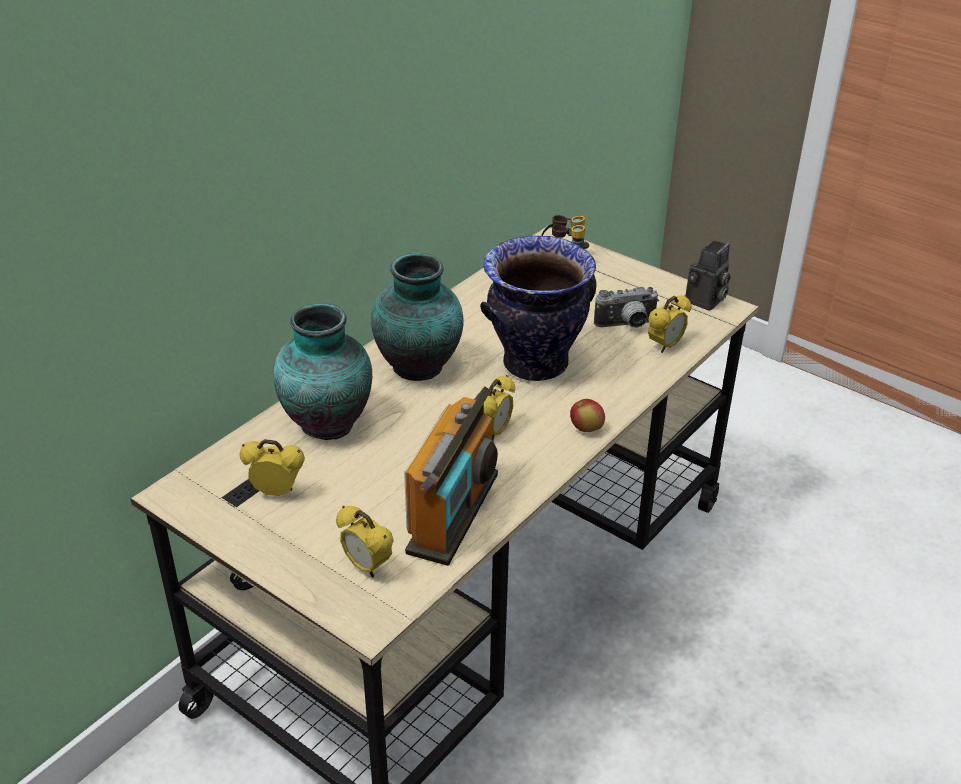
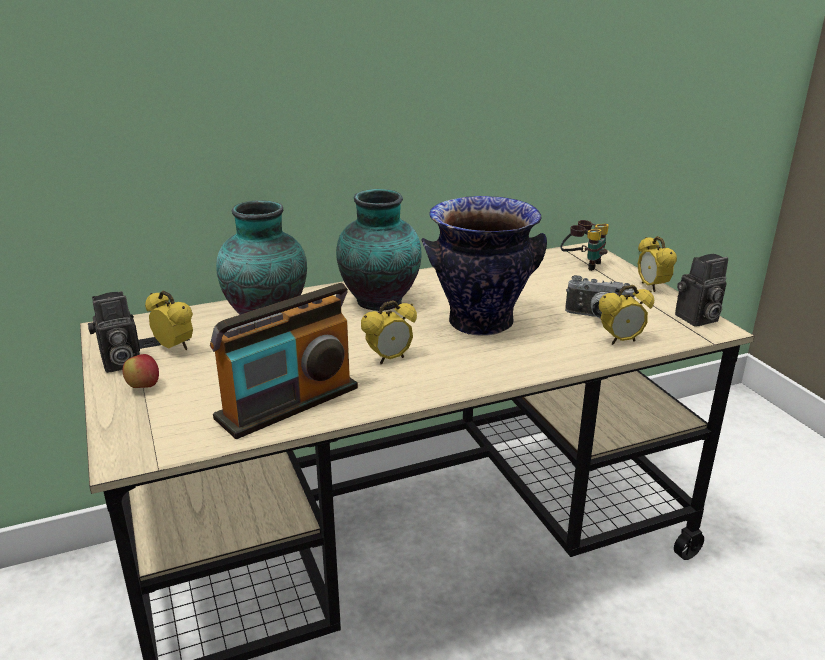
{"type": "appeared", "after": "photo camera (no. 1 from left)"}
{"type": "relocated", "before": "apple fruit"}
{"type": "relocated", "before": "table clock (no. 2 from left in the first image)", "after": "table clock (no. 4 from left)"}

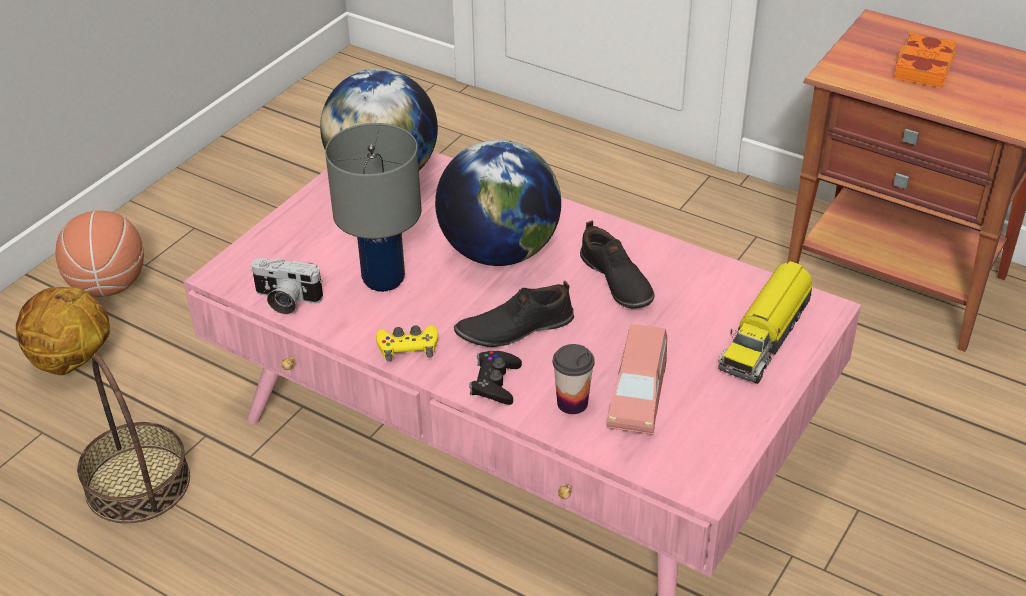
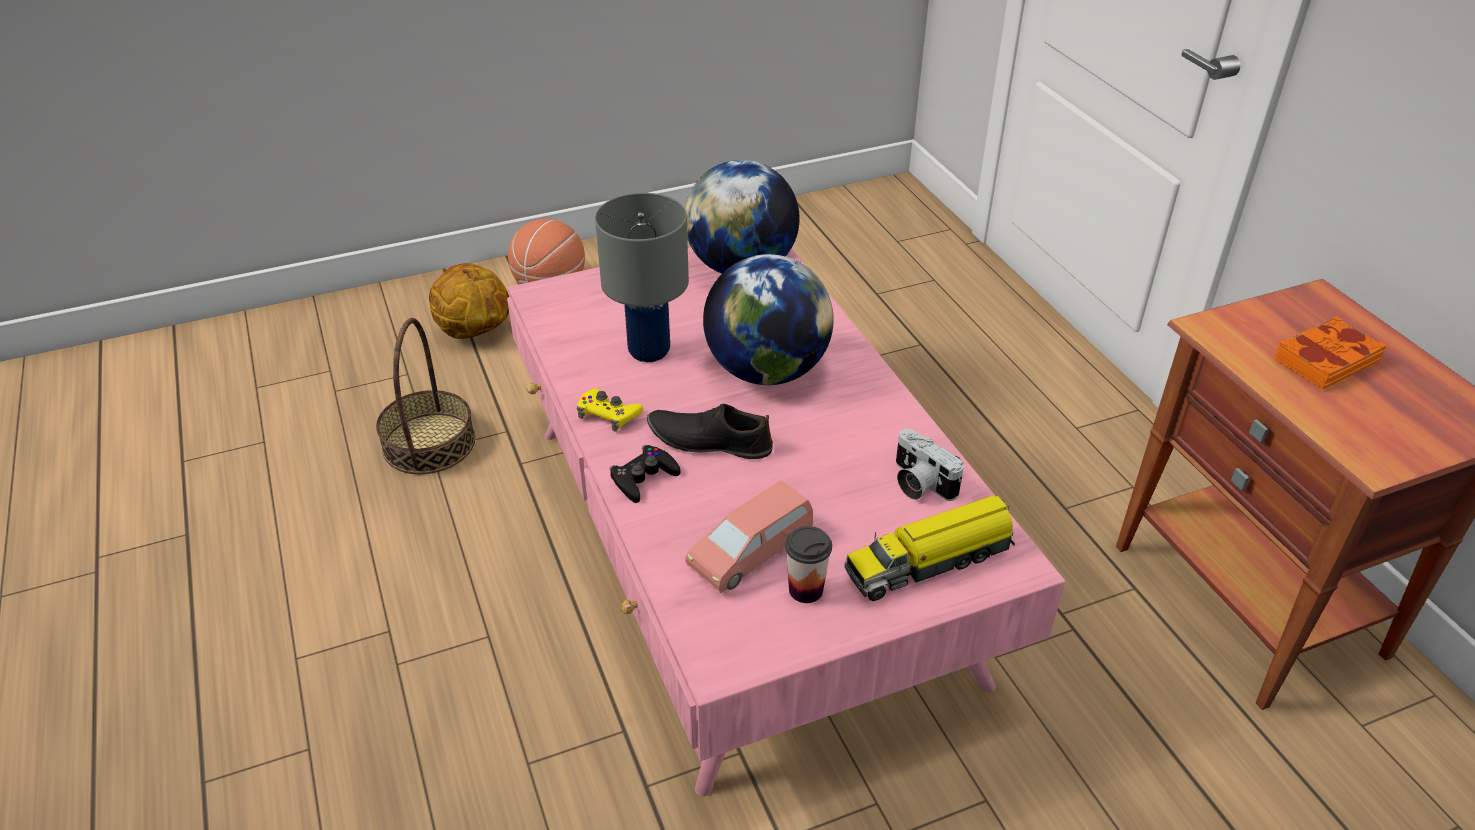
{"type": "relocated", "before": "cup"}
{"type": "relocated", "before": "photo camera"}
{"type": "missing", "before": "black-coloured item of footwear (no. 2 from left)"}

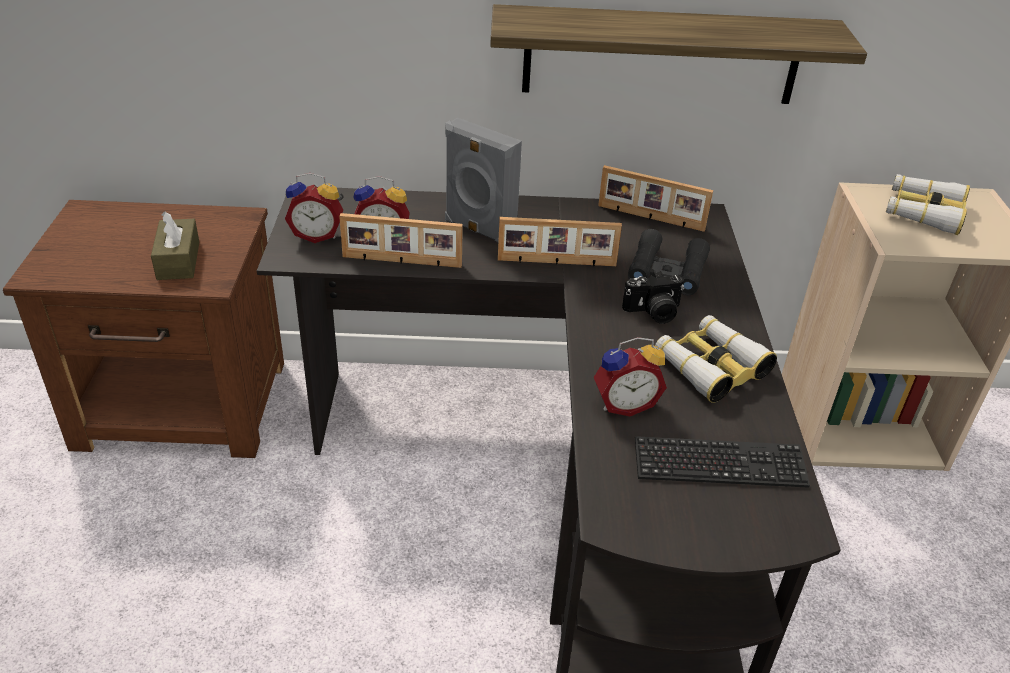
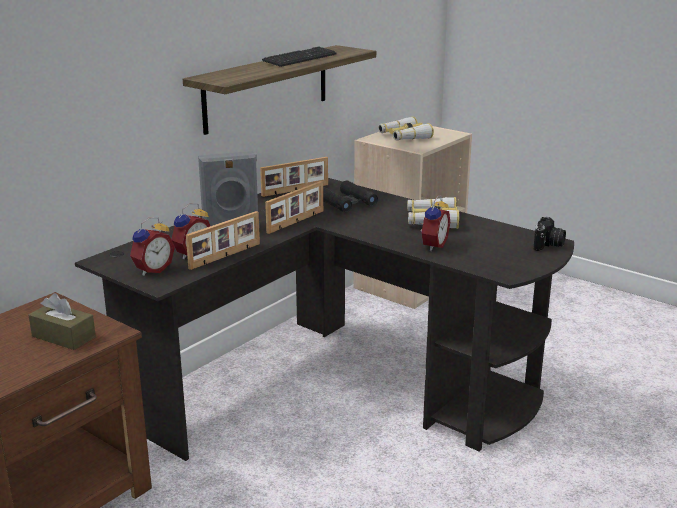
{"type": "relocated", "before": "keyboard"}
{"type": "relocated", "before": "photo camera"}

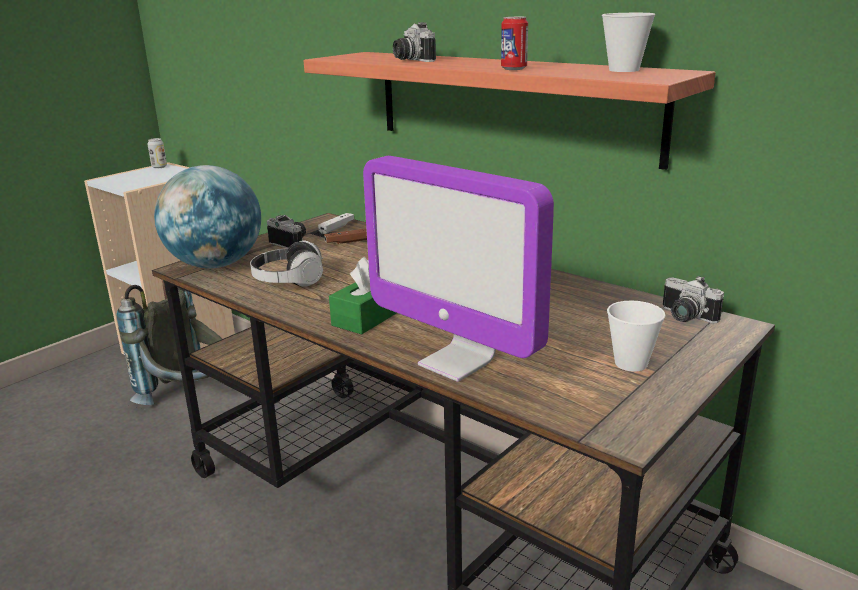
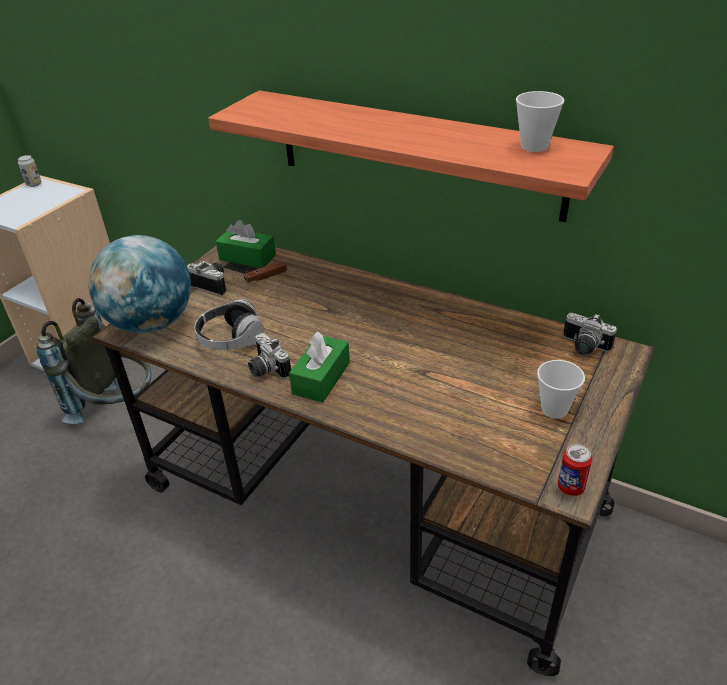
{"type": "exchanged", "before": "white joypad", "after": "green-coloured box of tissues (no. 1 from left)"}
{"type": "relocated", "before": "photo camera (no. 2 from left)"}
{"type": "relocated", "before": "can (no. 2 from left)"}
{"type": "missing", "before": "computer display"}

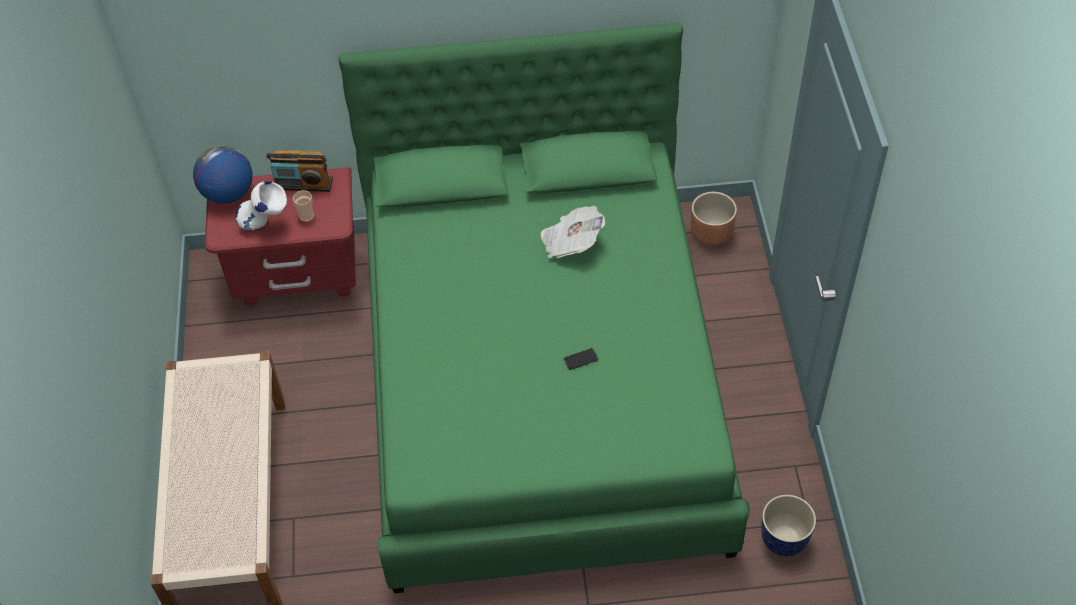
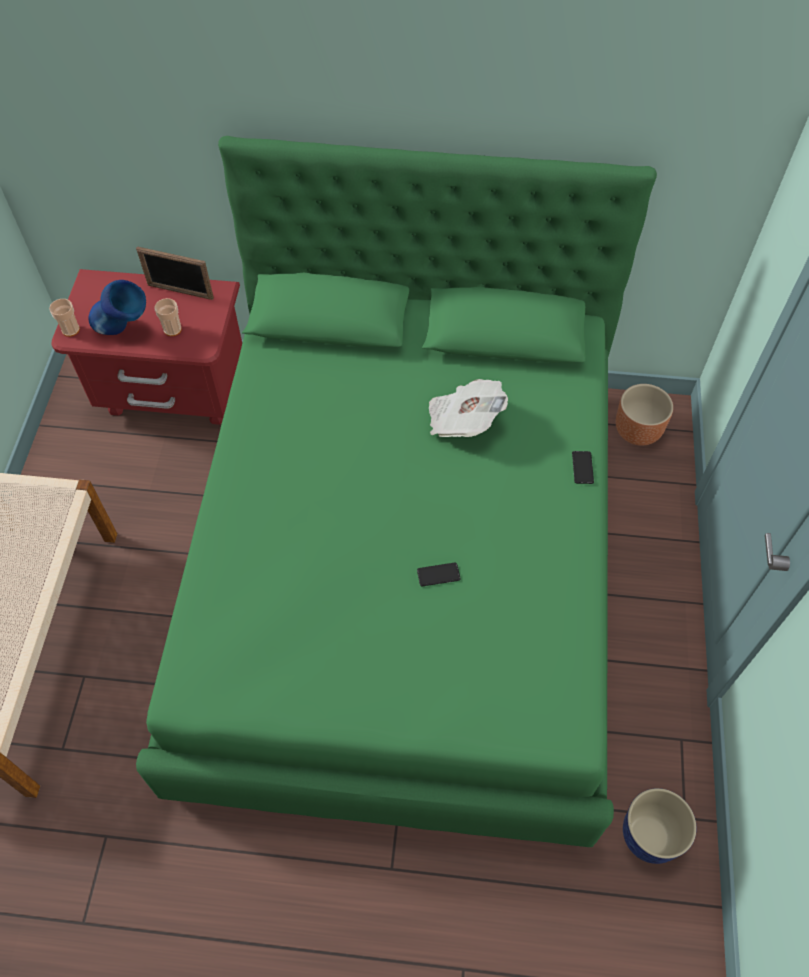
{"type": "appeared", "after": "cup (no. 1 from left)"}
{"type": "colour", "before": "white decorative vase", "after": "blue decorative vase"}
{"type": "exchanged", "before": "radio receiver", "after": "standing frame"}
{"type": "appeared", "after": "handset (no. 2 from left)"}
{"type": "missing", "before": "globe"}

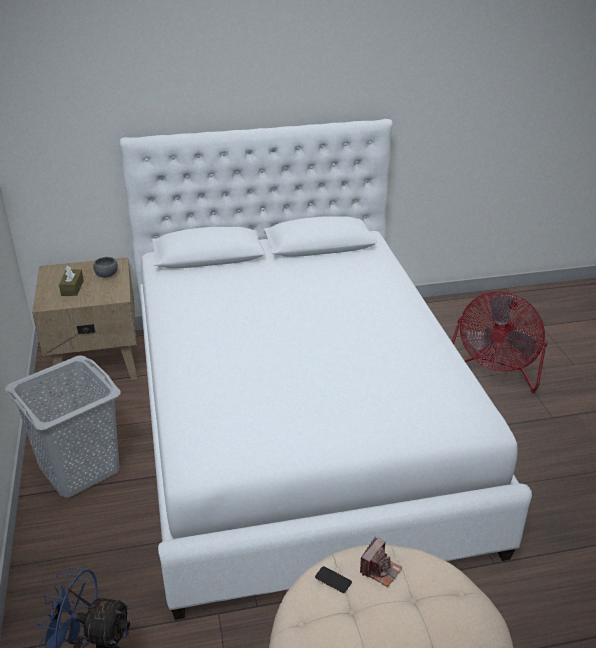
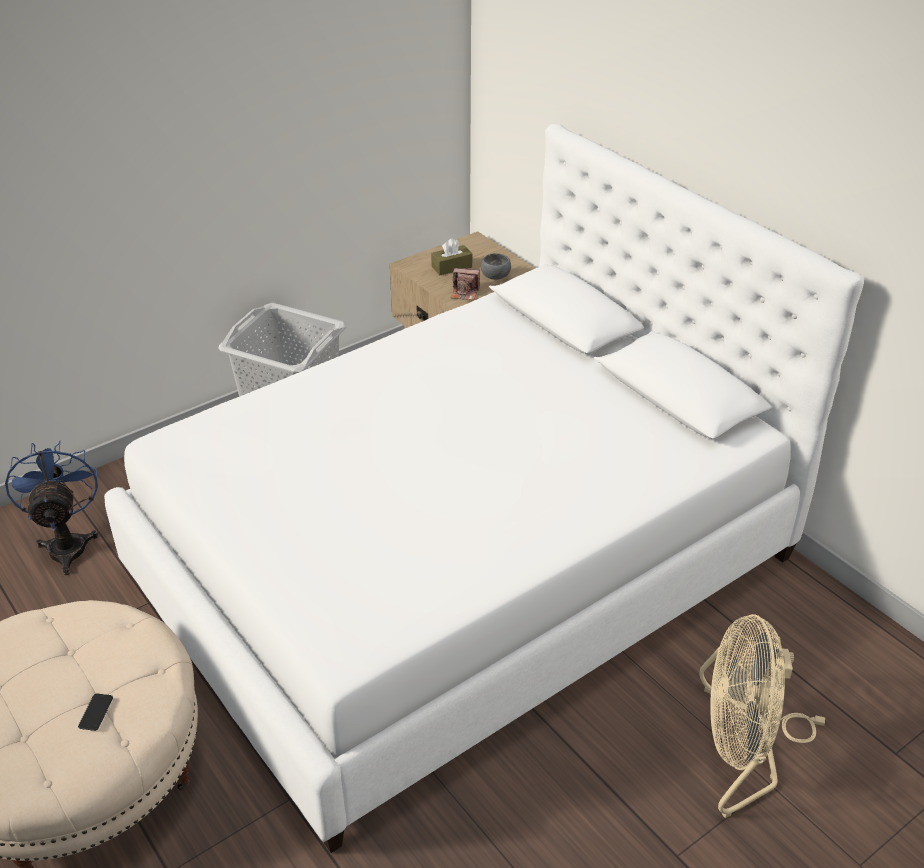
{"type": "relocated", "before": "handset"}
{"type": "relocated", "before": "photo camera"}
{"type": "colour", "before": "red-coloured electric fan", "after": "beige-coloured electric fan"}

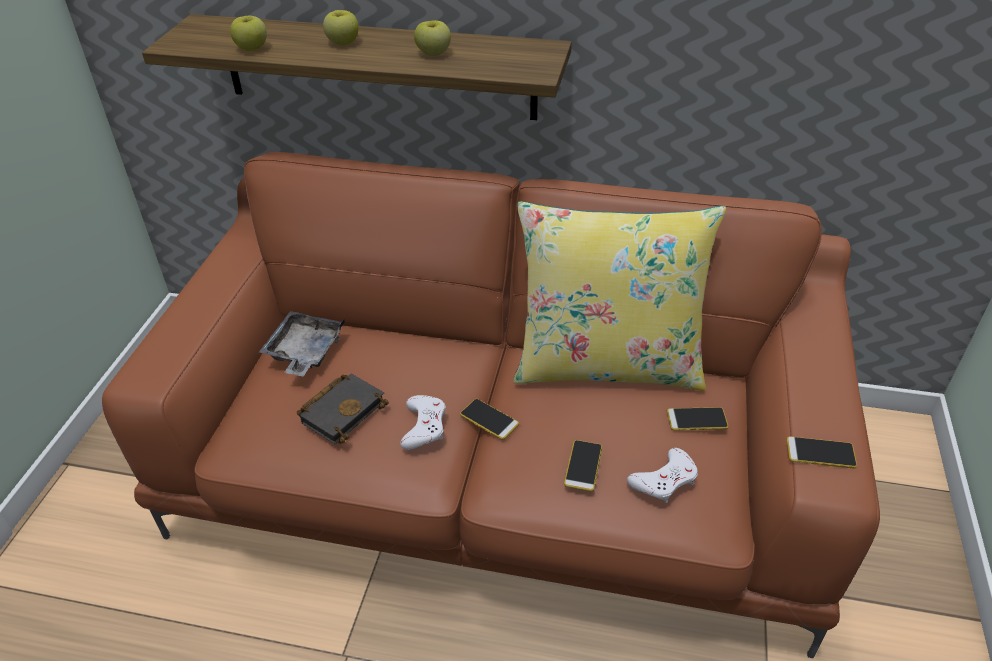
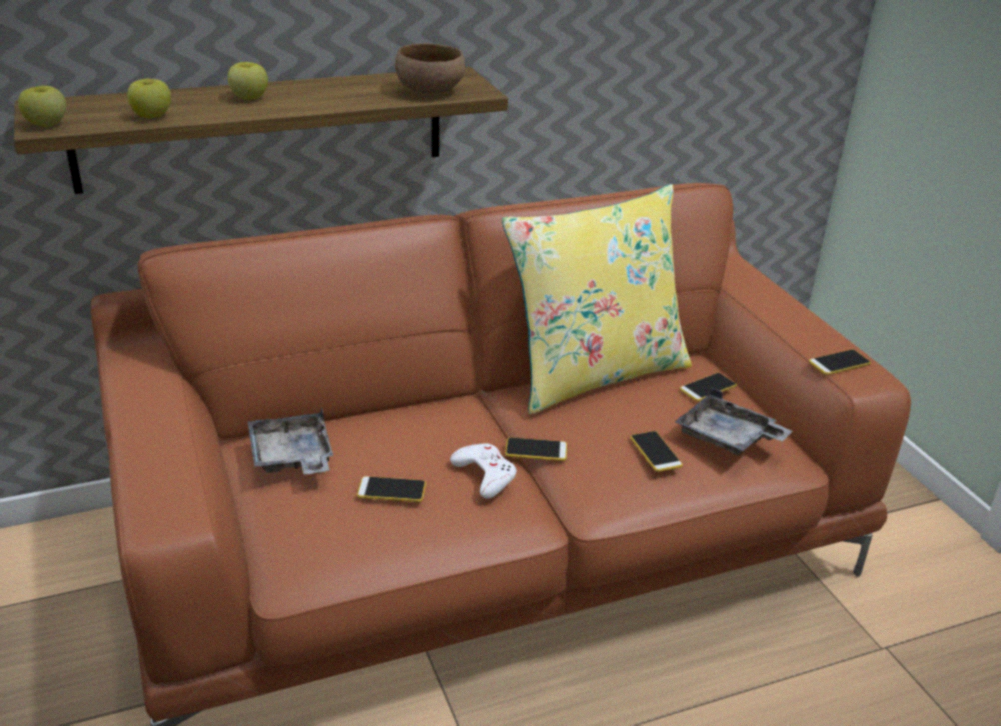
{"type": "relocated", "before": "apple fruit (no. 3 from left in the first image)", "after": "apple fruit (no. 1 from left)"}
{"type": "exchanged", "before": "black-coloured book", "after": "handset (no. 1 from left)"}
{"type": "appeared", "after": "brownish deep dish"}
{"type": "exchanged", "before": "white joypad (no. 2 from left)", "after": "greyish carrying tray (no. 2 from left)"}

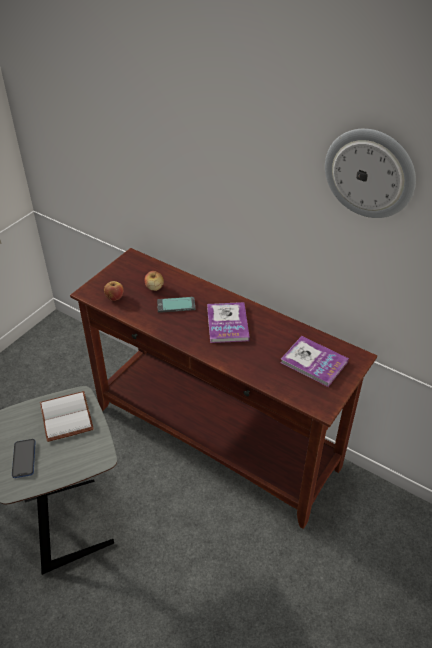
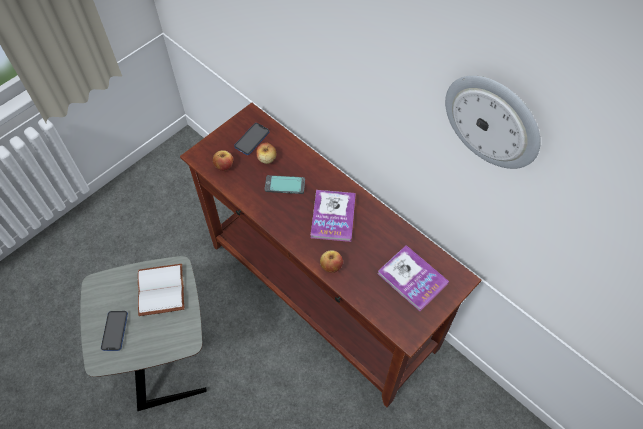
{"type": "appeared", "after": "handset (no. 2 from left)"}
{"type": "appeared", "after": "apple fruit (no. 3 from left)"}

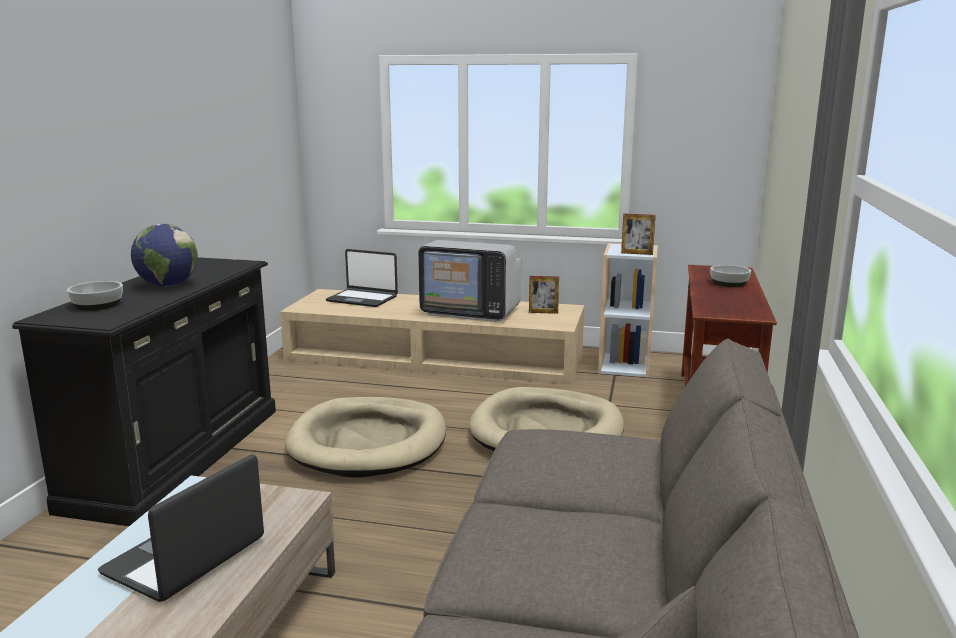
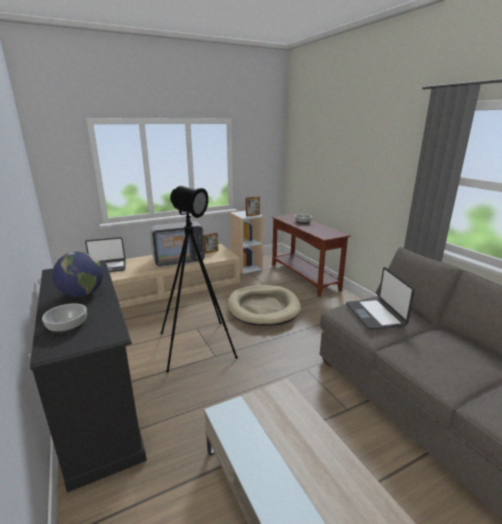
{"type": "exchanged", "before": "beige-coloured dog cushion (no. 1 from left)", "after": "black-coloured standard lamp"}
{"type": "relocated", "before": "portable computer (no. 1 from left in the first image)", "after": "portable computer (no. 2 from left)"}

